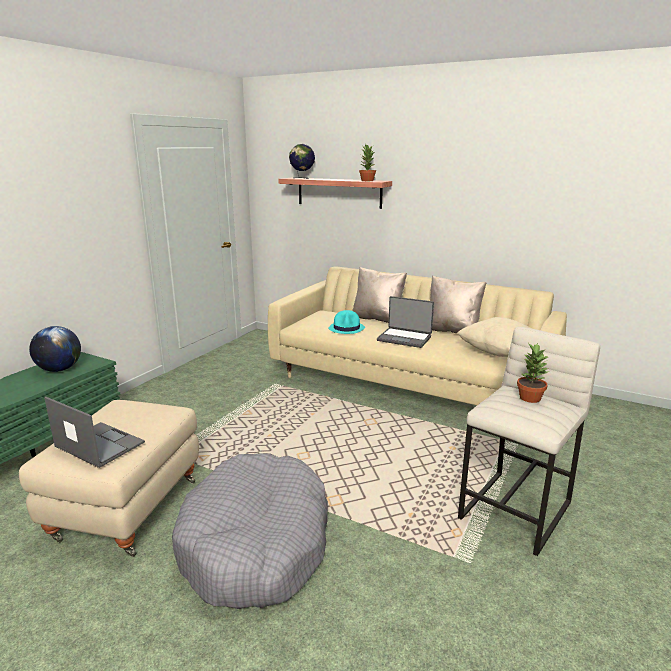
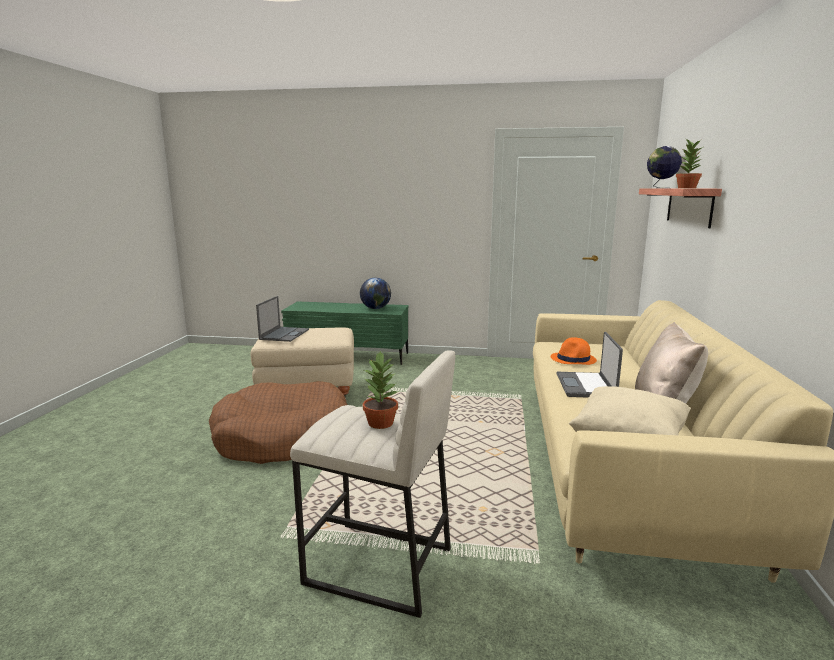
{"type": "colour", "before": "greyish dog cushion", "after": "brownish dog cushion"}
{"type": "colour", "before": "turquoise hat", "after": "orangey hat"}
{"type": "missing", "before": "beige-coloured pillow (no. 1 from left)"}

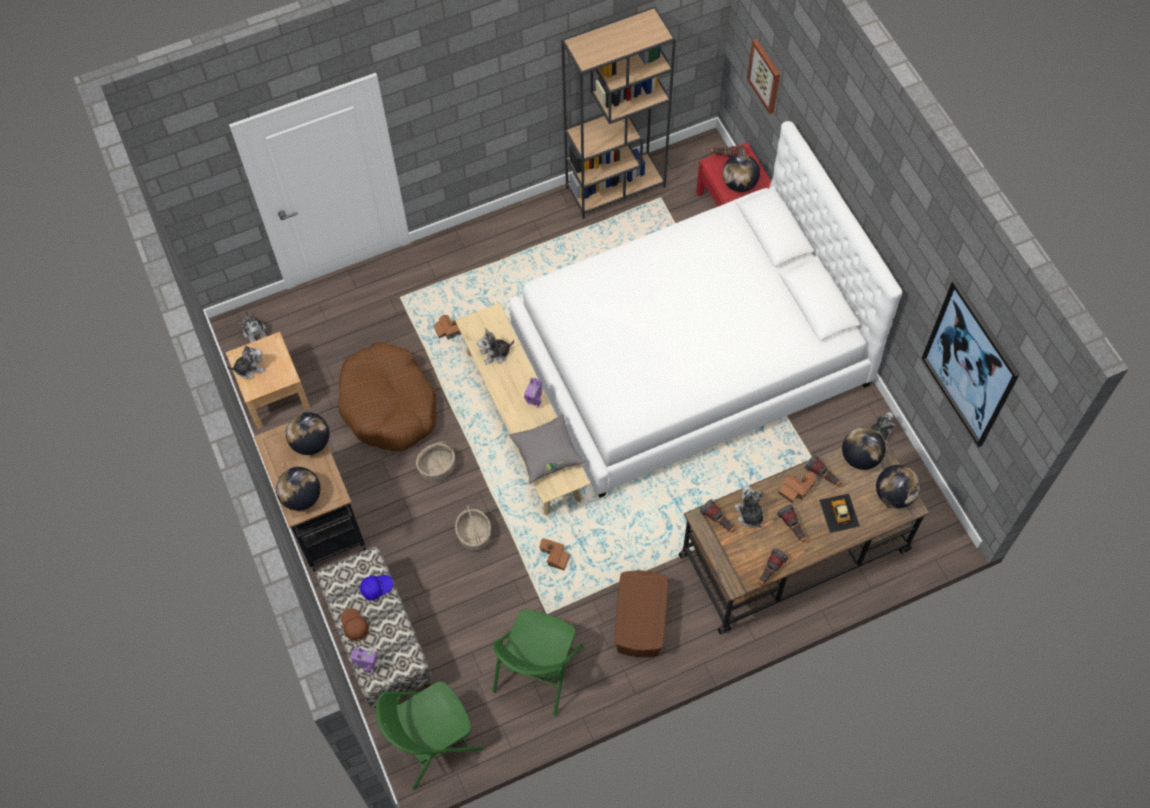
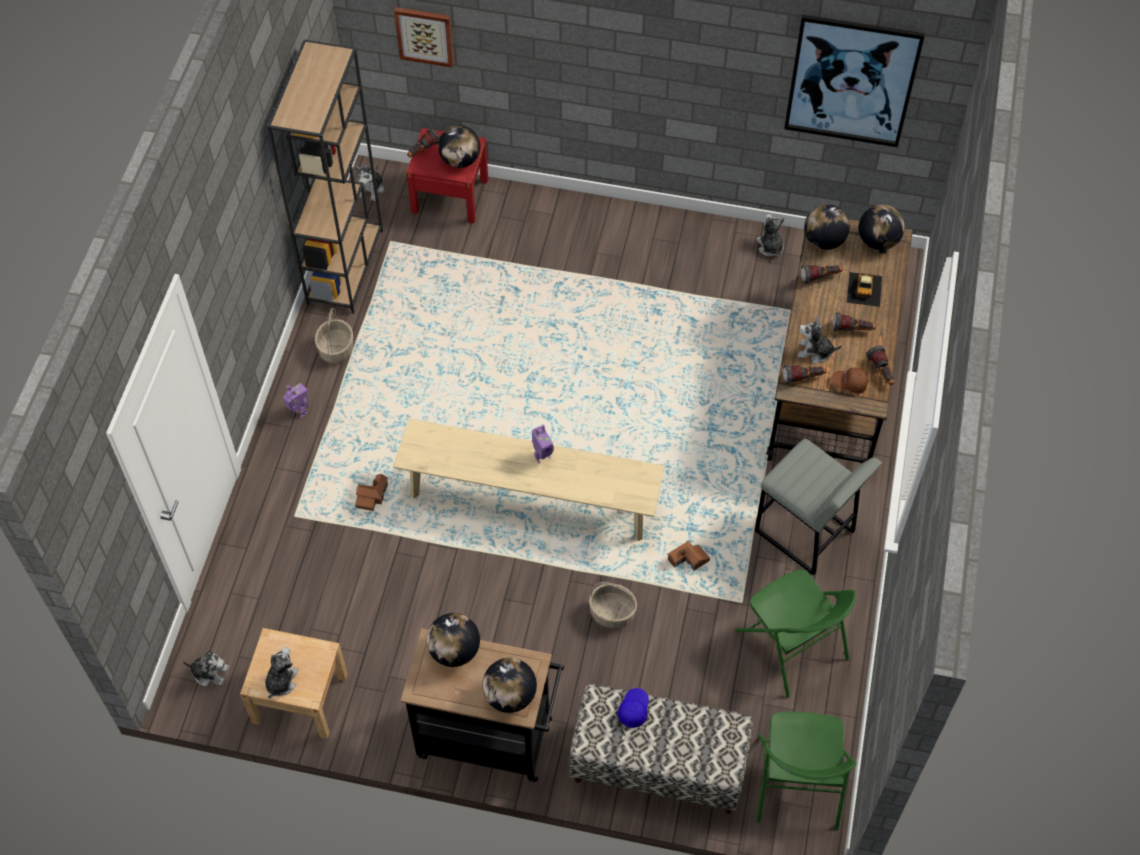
{"type": "relocated", "before": "toy robot (no. 1 from left)"}
{"type": "relocated", "before": "storage basket (no. 1 from left)"}
{"type": "relocated", "before": "plush toy (no. 3 from left)"}
{"type": "exchanged", "before": "brownish storage container", "after": "greyish chair"}
{"type": "relocated", "before": "brownish peaked cap"}
{"type": "spun", "before": "miniature car", "turn": -105}
{"type": "missing", "before": "brownish dog cushion"}
{"type": "missing", "before": "greyish pillow"}
{"type": "missing", "before": "white sleeping bed"}
{"type": "missing", "before": "model house (no. 3 from left)"}

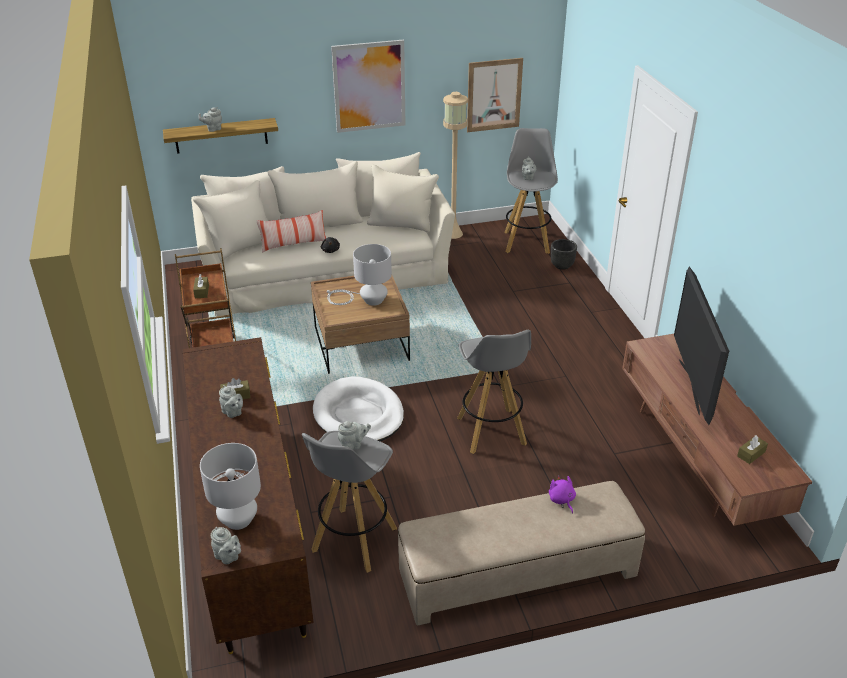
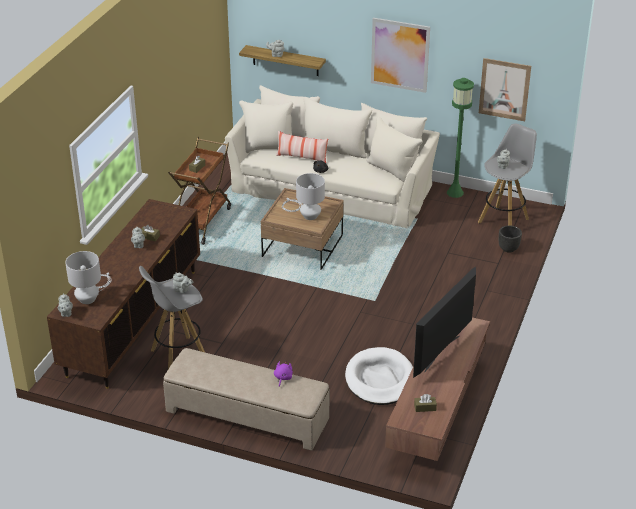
{"type": "relocated", "before": "white dog cushion"}
{"type": "colour", "before": "beige-coloured standard lamp", "after": "green-coloured standard lamp"}
{"type": "missing", "before": "greyish stool seat (no. 2 from left)"}

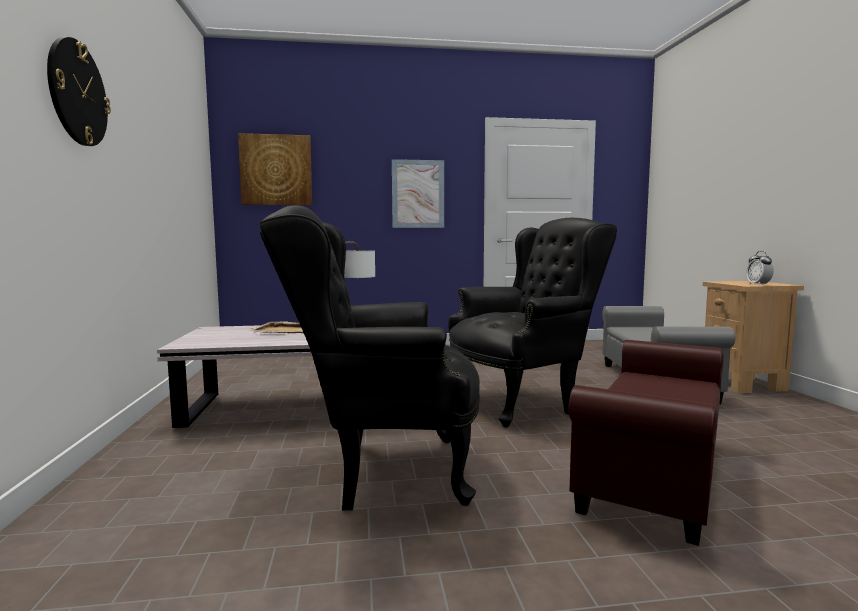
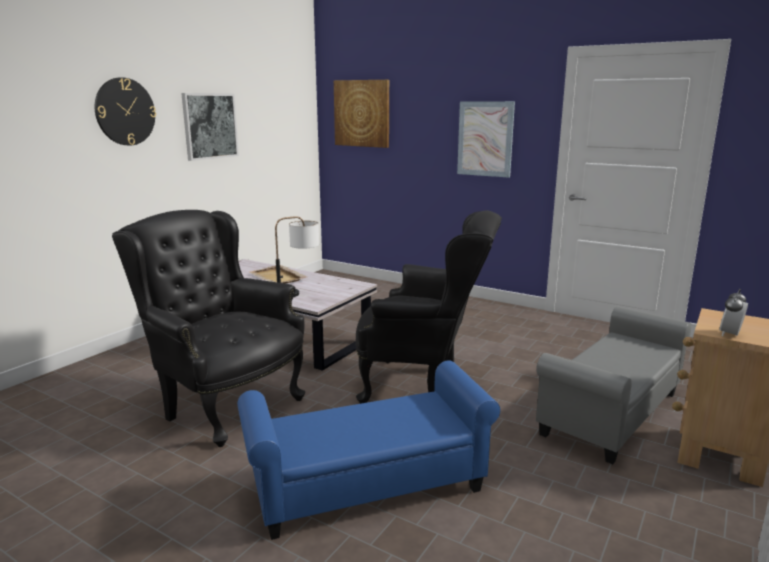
{"type": "appeared", "after": "picture (no. 1 from left)"}
{"type": "colour", "before": "brownish ottoman", "after": "blue ottoman"}

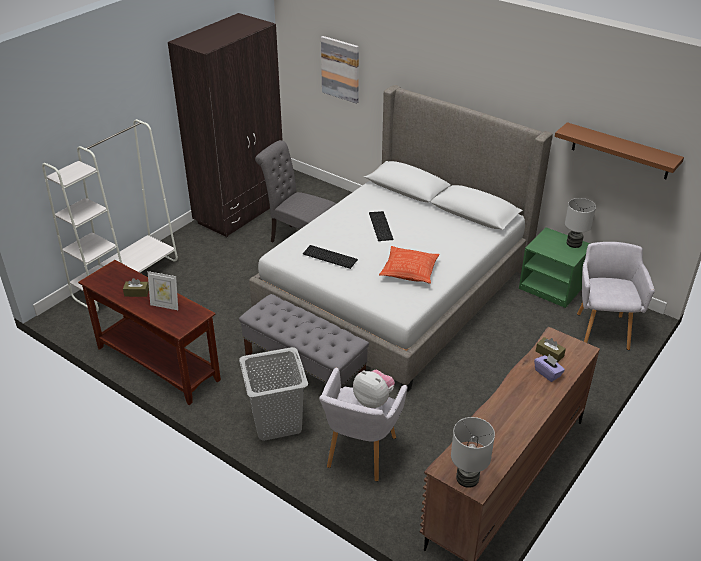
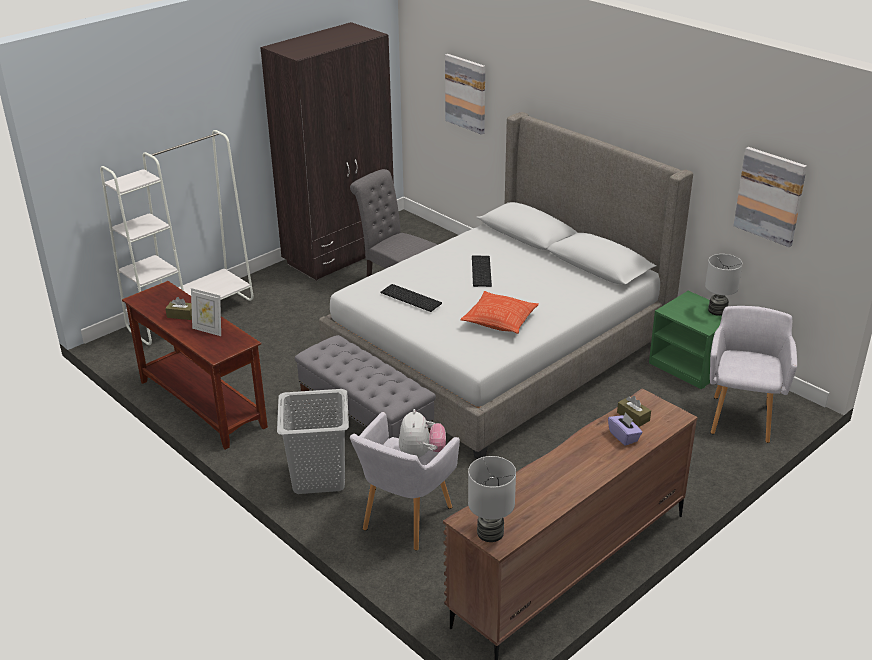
{"type": "spun", "before": "plush toy", "turn": 45}
{"type": "exchanged", "before": "brownish wall shelf", "after": "picture (no. 2 from left)"}

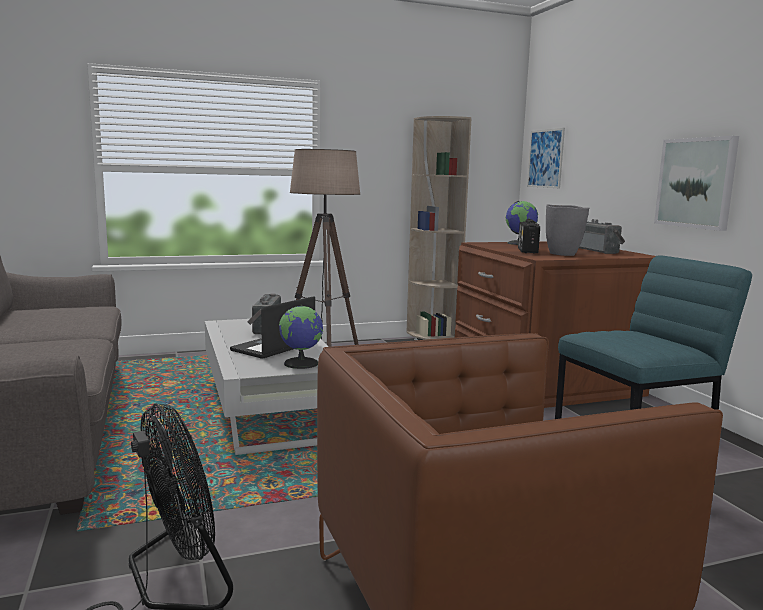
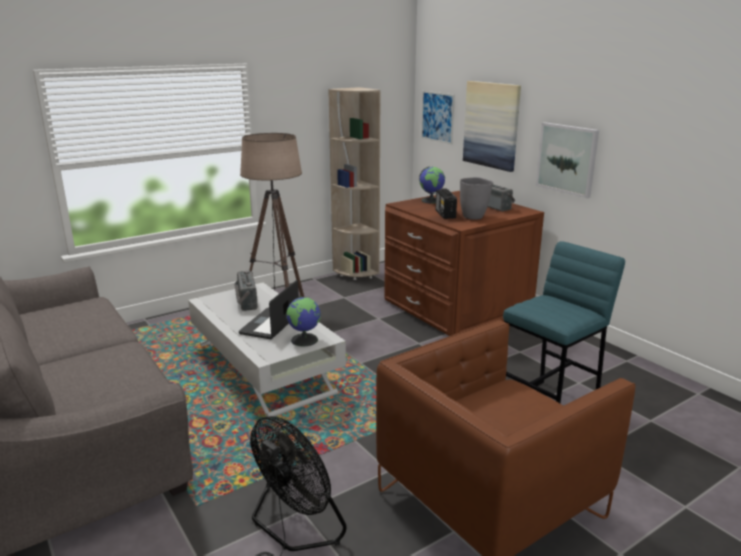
{"type": "appeared", "after": "picture (no. 2 from left)"}

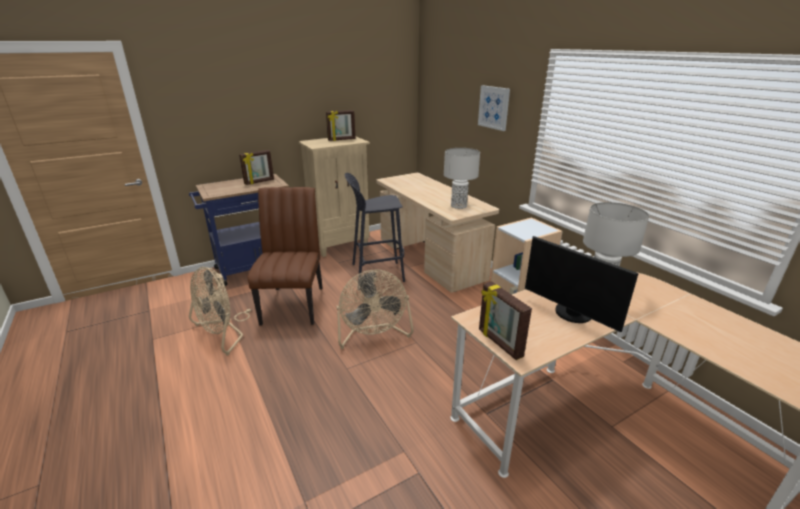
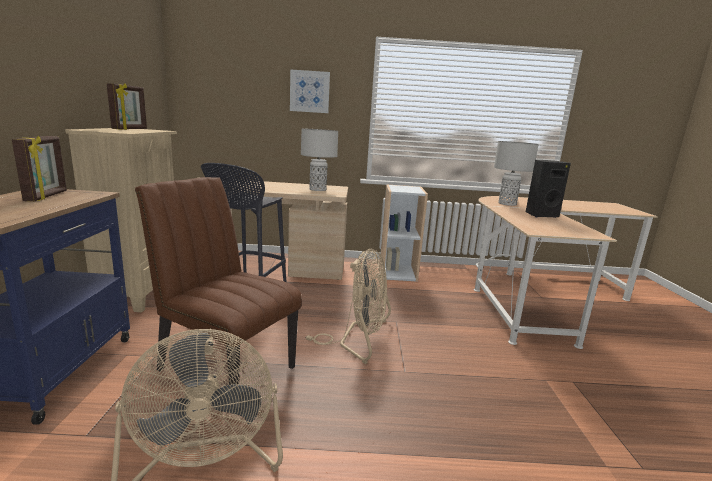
{"type": "exchanged", "before": "computer display", "after": "black-coloured loudspeaker"}
{"type": "missing", "before": "standing frame (no. 3 from left)"}

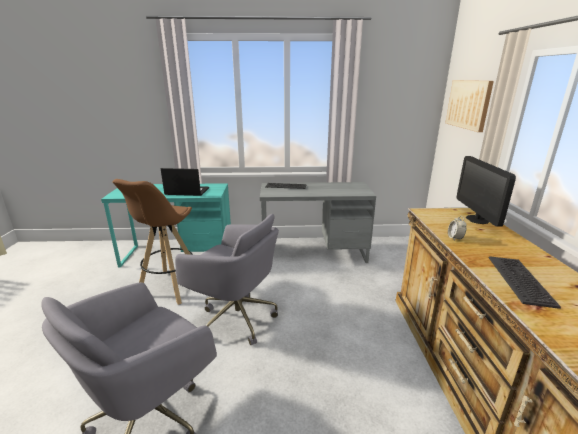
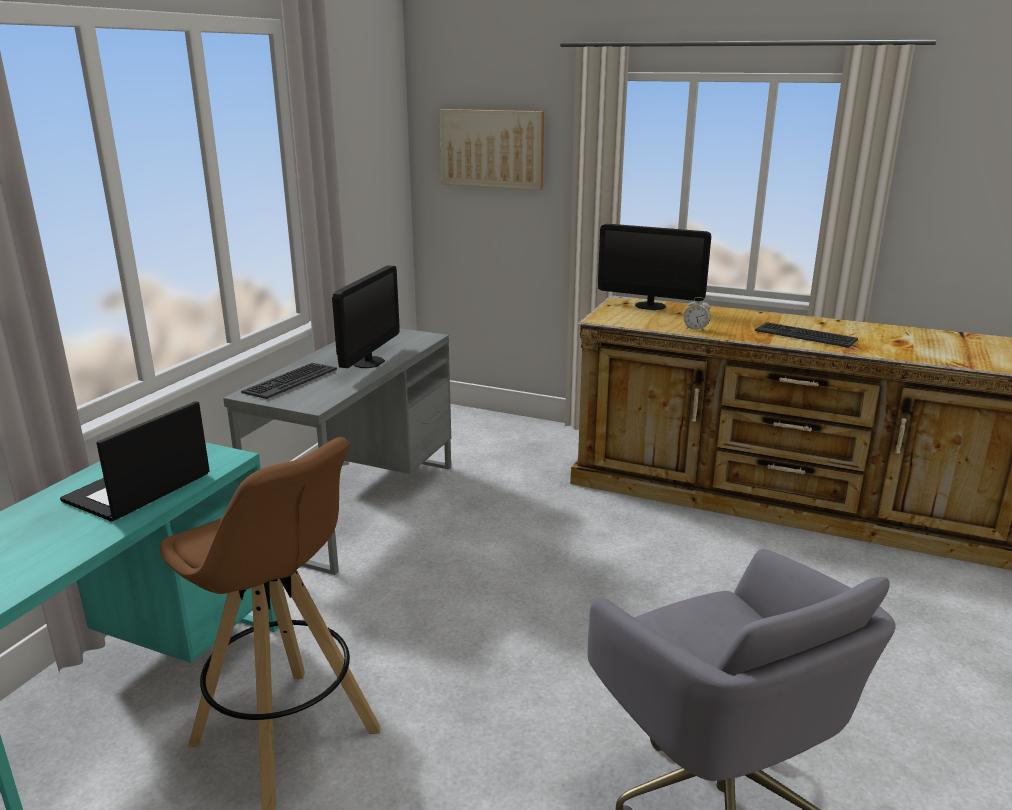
{"type": "appeared", "after": "computer display (no. 1 from left)"}
{"type": "missing", "before": "greyish computer chair (no. 2 from left)"}

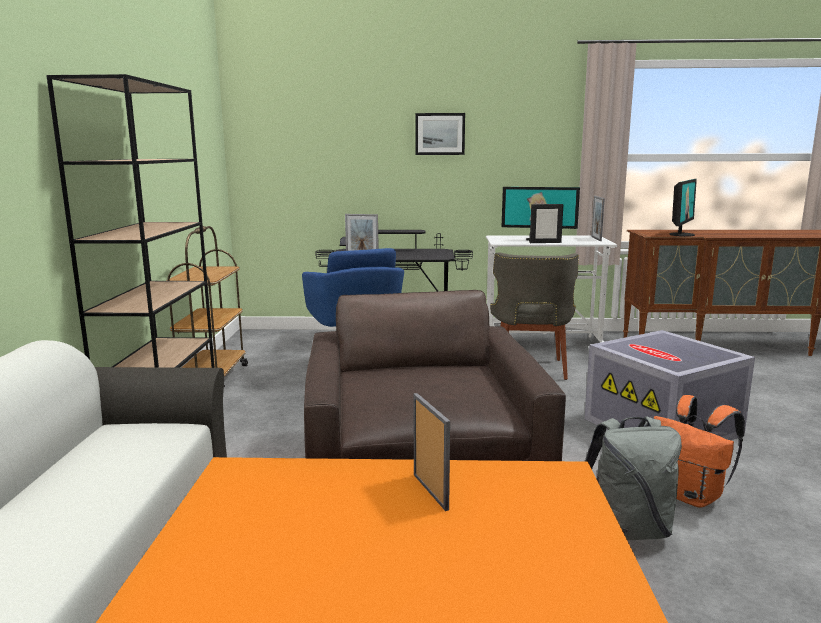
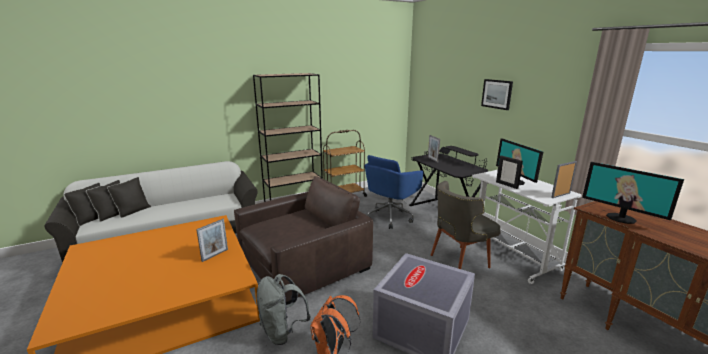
{"type": "spun", "before": "computer display (no. 2 from left)", "turn": 45}

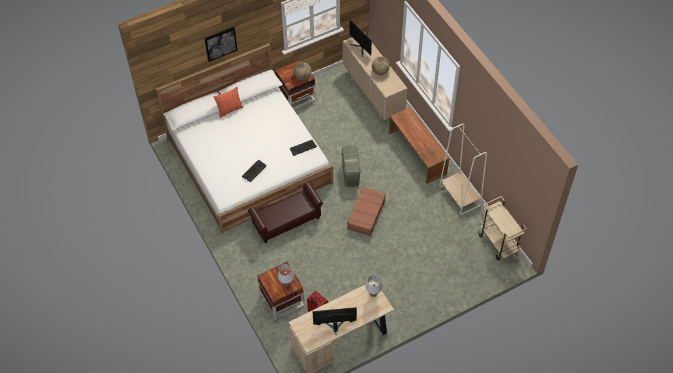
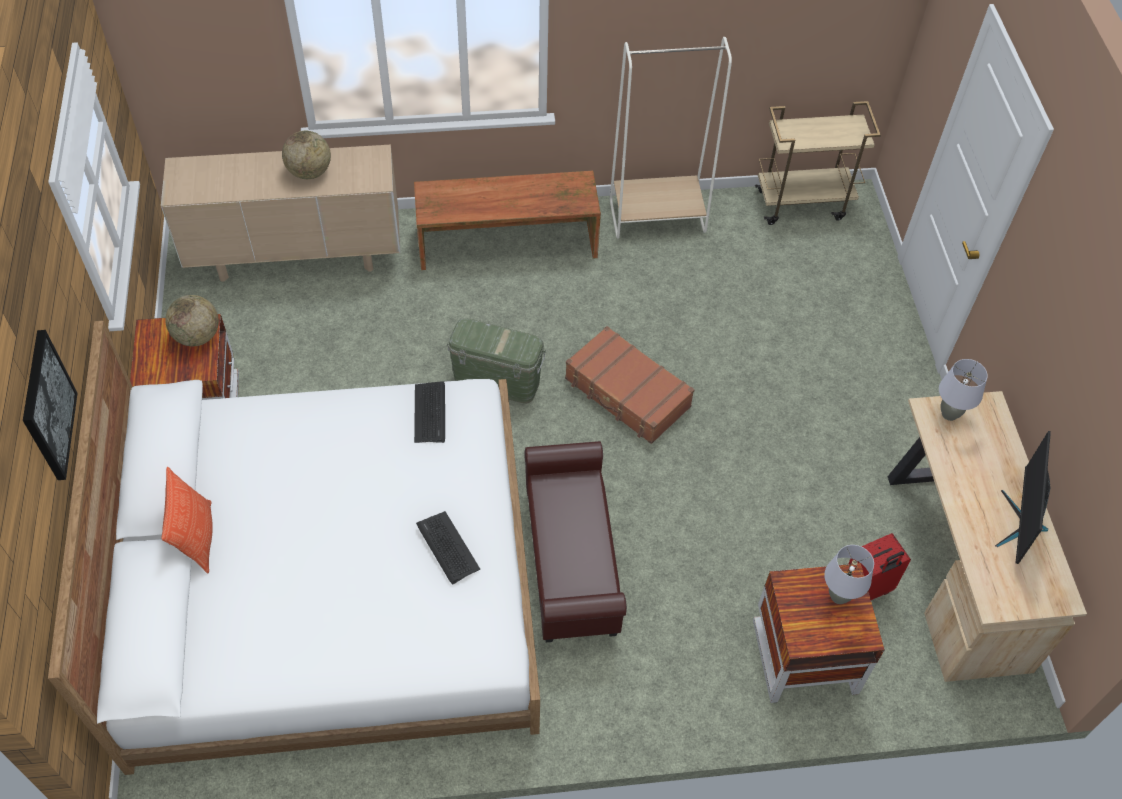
{"type": "missing", "before": "computer display (no. 2 from left)"}

